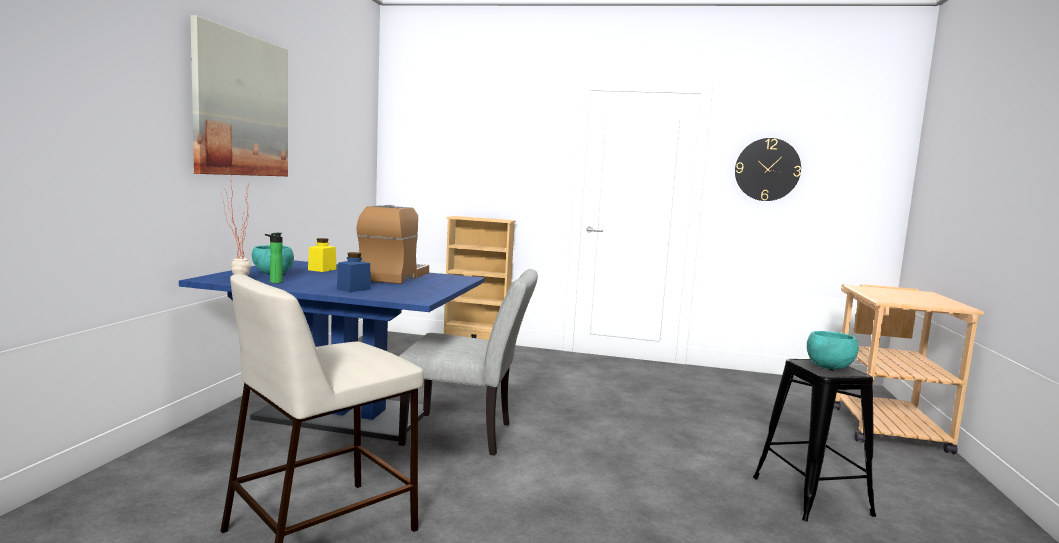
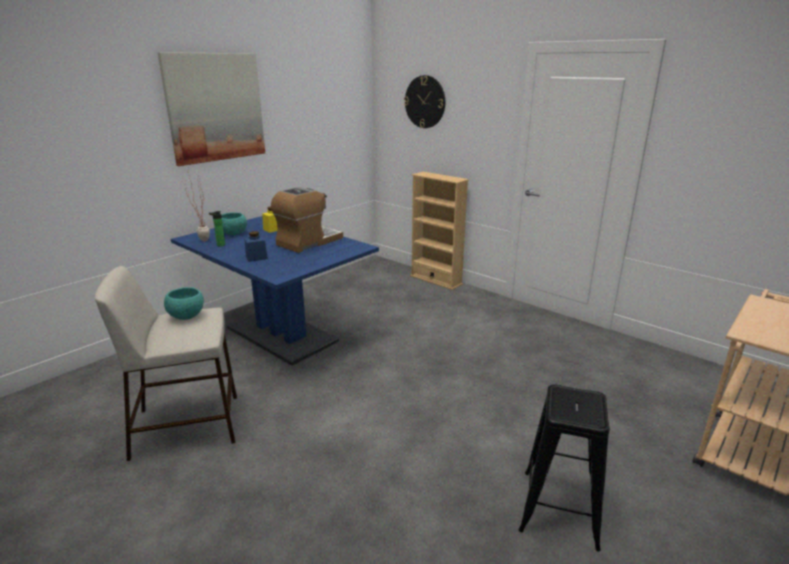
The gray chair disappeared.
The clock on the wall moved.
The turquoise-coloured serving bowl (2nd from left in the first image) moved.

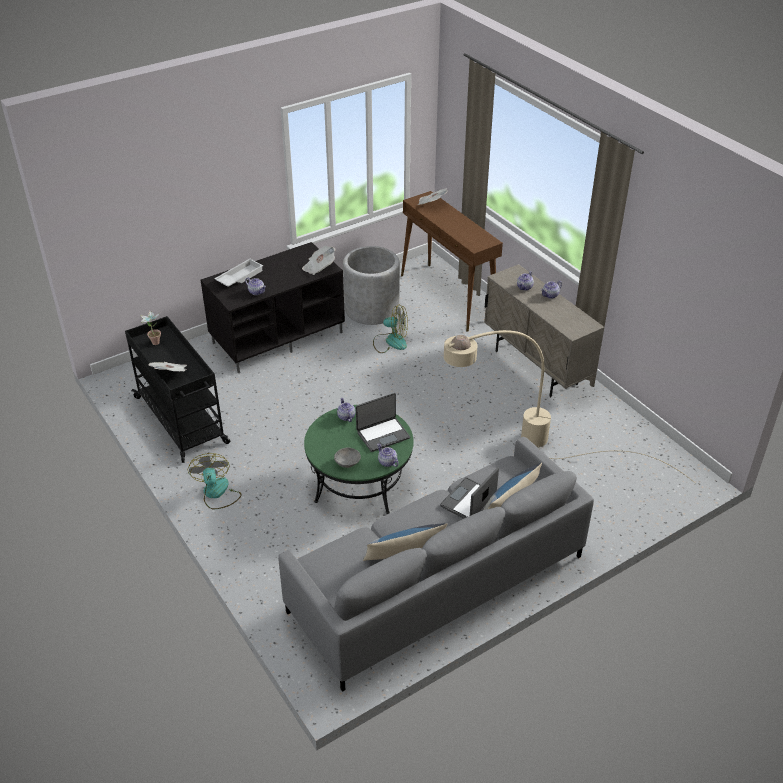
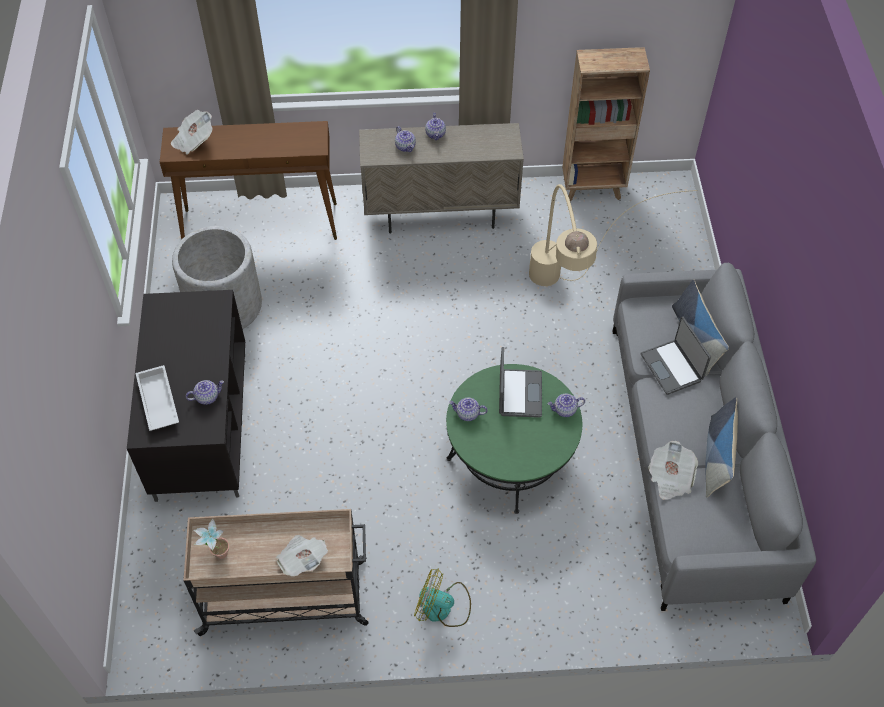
The gray serving bowl disappeared.
The electric fan (2nd from left) disappeared.
The brown-coloured bookcase appeared.
The newspaper (2nd from left in the first image) moved.
The black-coloured wheeled cart became the beige-coloured wheeled cart.

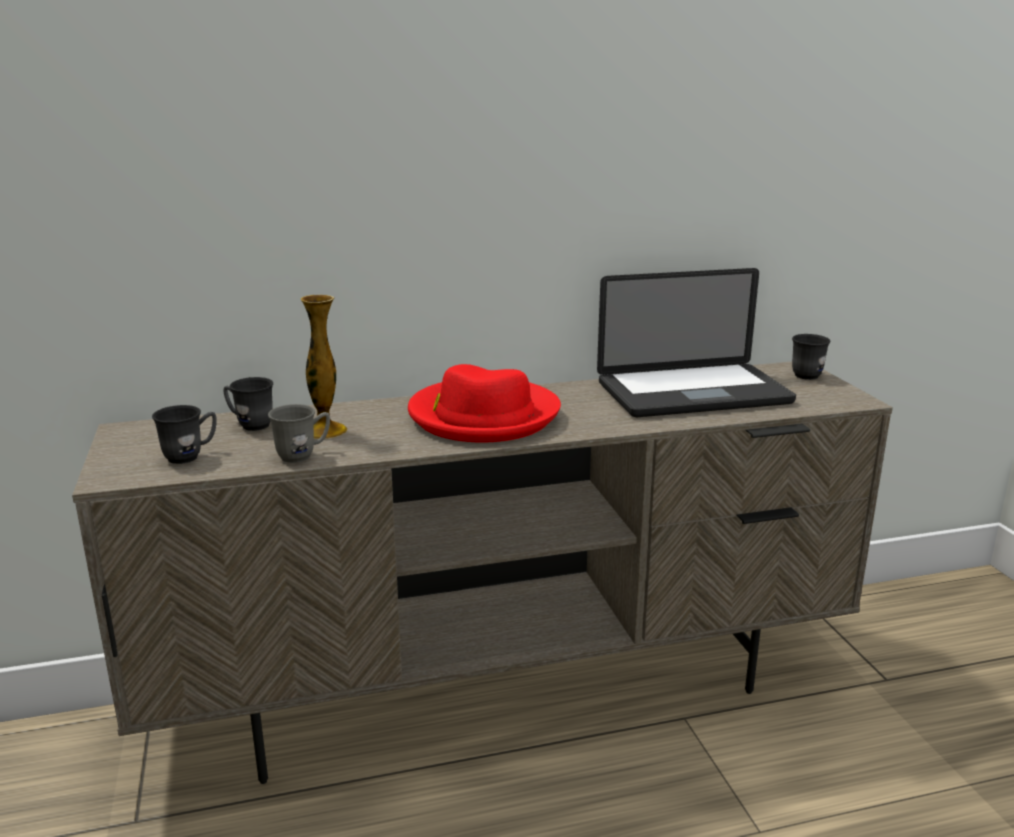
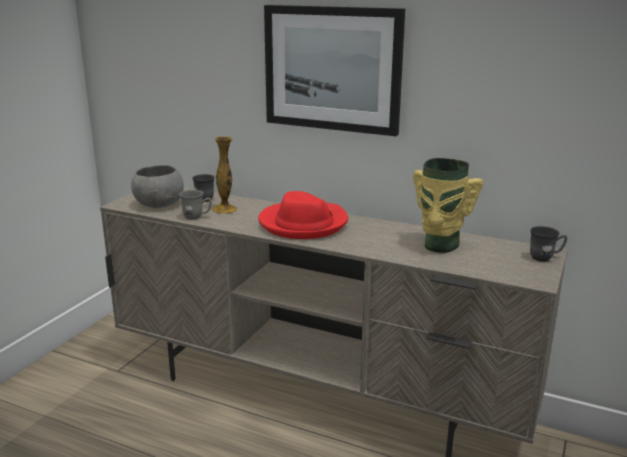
The wall picture appeared.
The gray coffee mug (1st from left) was replaced by the gray serving bowl.
The laptop was replaced by the flower vase (2nd from left).

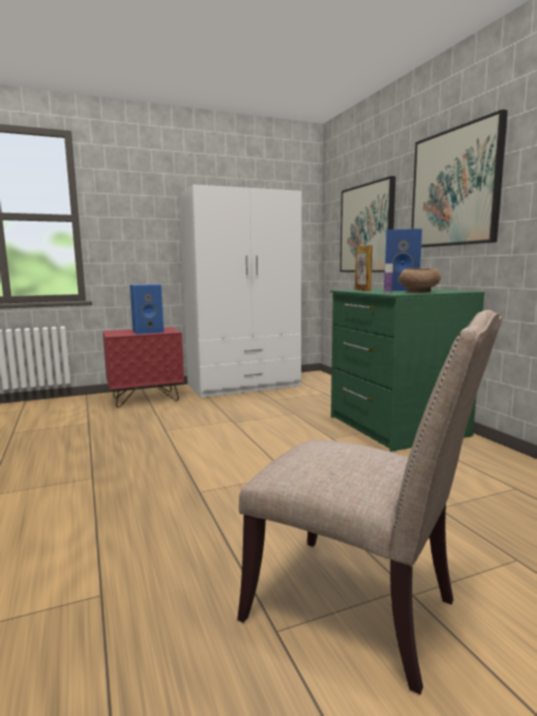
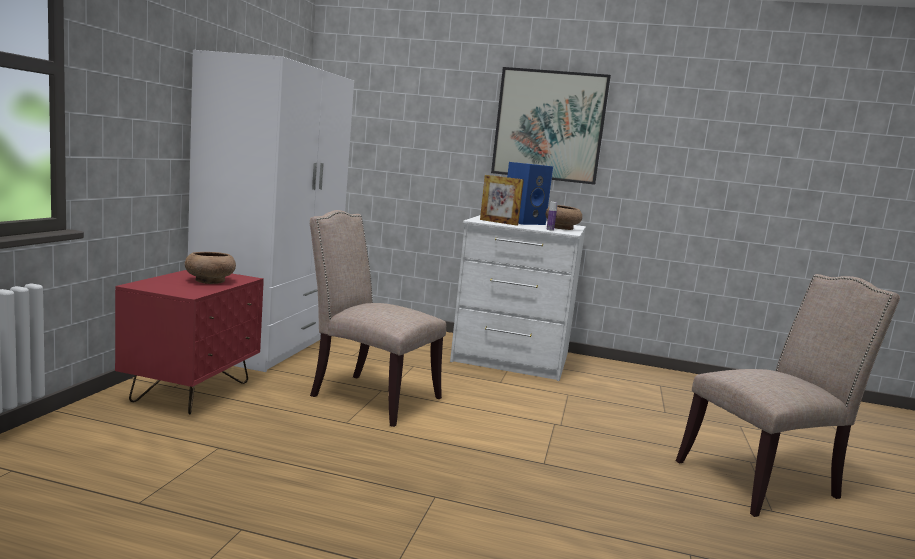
The wall picture (1st from left) disappeared.
The beige-coloured chair (1st from left) appeared.
The blue loudspeaker (1st from left) was replaced by the brown-coloured serving bowl (1st from left).
The greenish chest of drawers became the whitish chest of drawers.

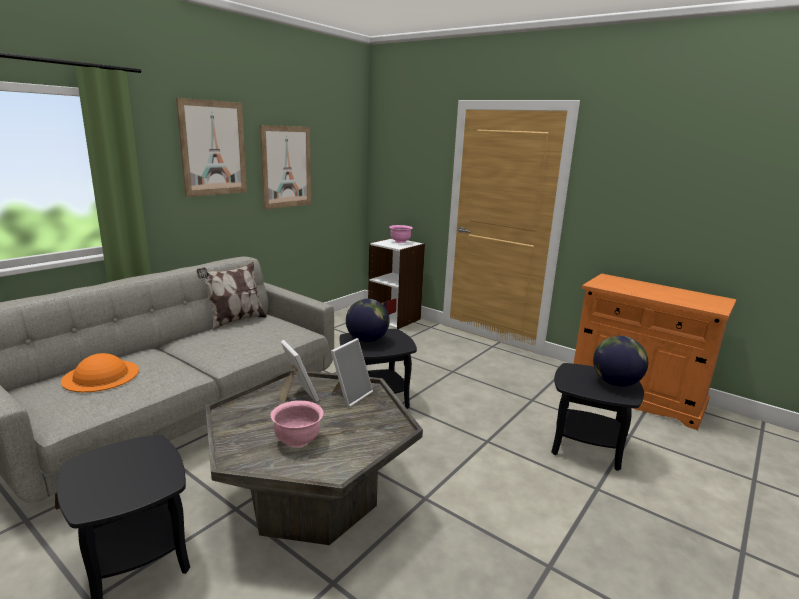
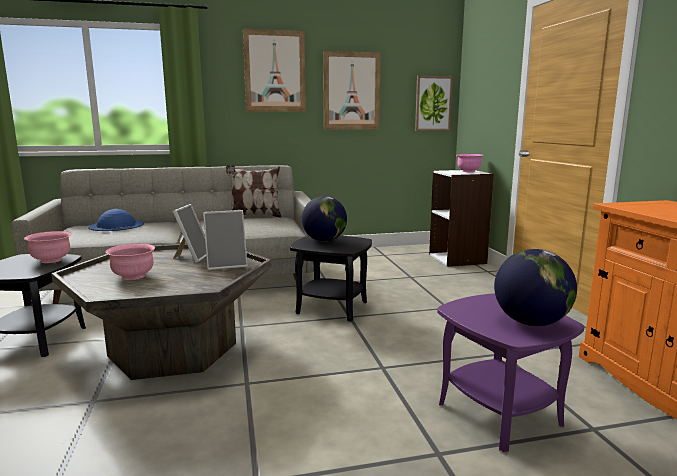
The pink-coloured serving bowl (1st from left) appeared.
The wall picture (3rd from left) appeared.
The orangey clothing hat became the blue clothing hat.
The black-coloured accent table (3rd from left) became the purplish accent table.

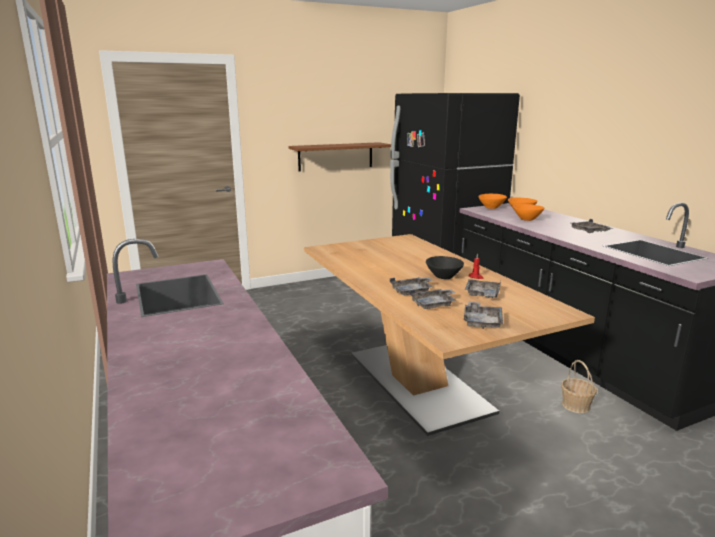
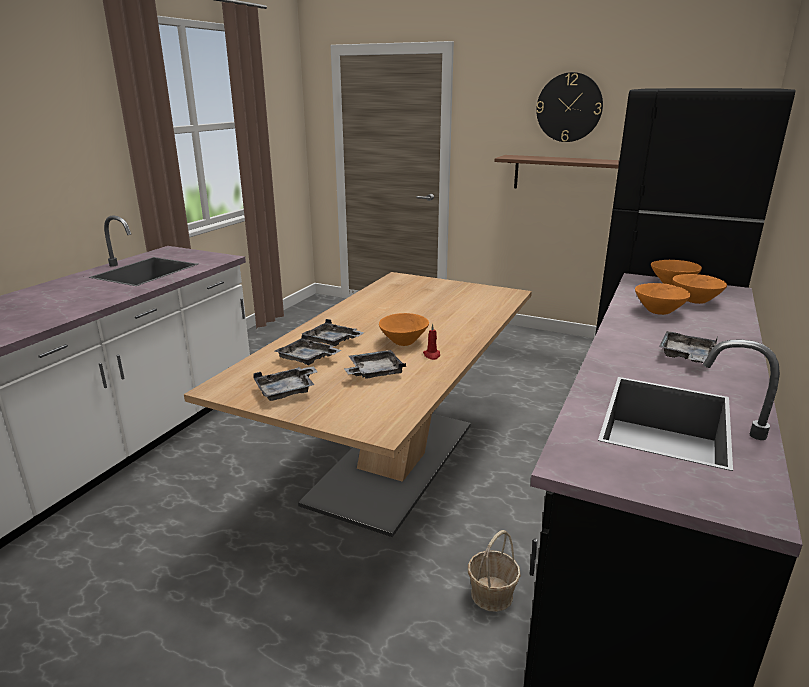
The clock on the wall appeared.
The black-coloured serving bowl became the orangey serving bowl (1st from left).

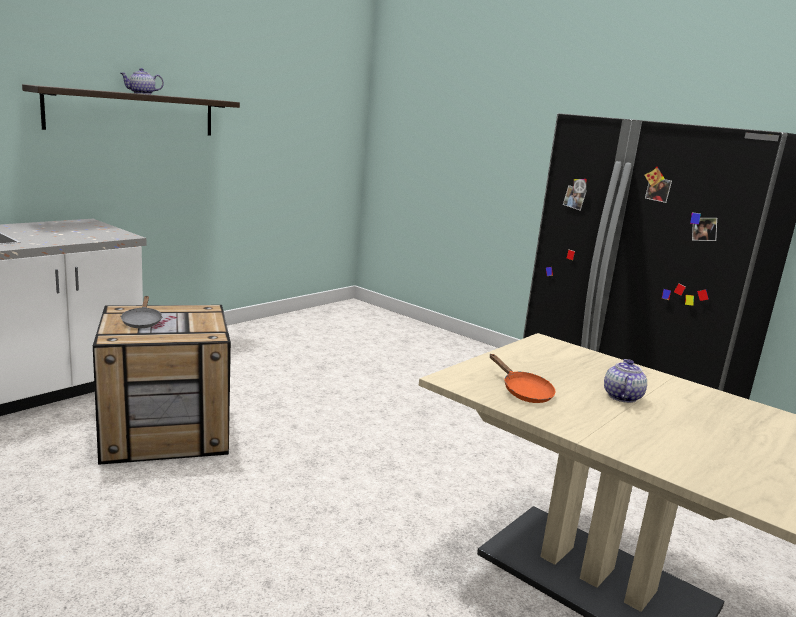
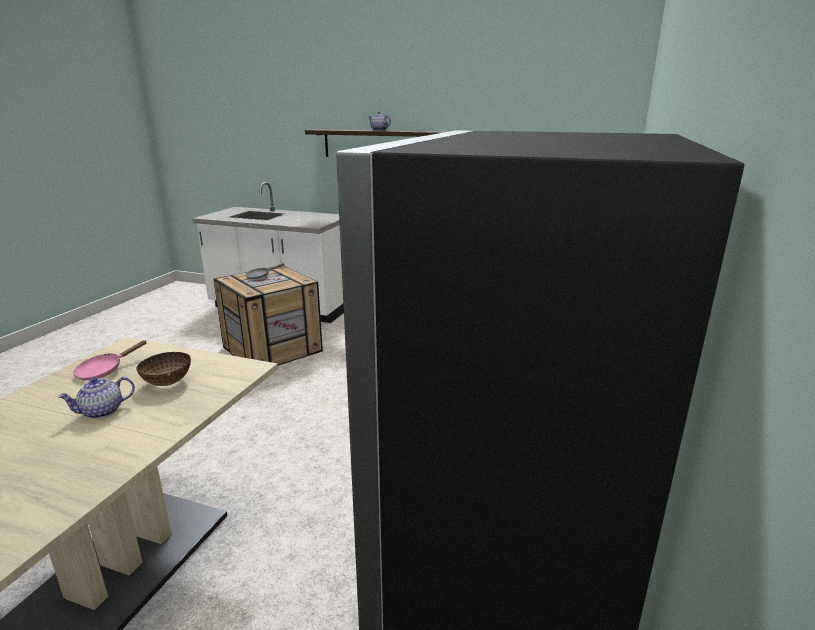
The serving bowl appeared.
The orangey skillet became the pink-coloured skillet.
The pot for tea (2nd from left in the first image) turned 150 degrees clockwise.

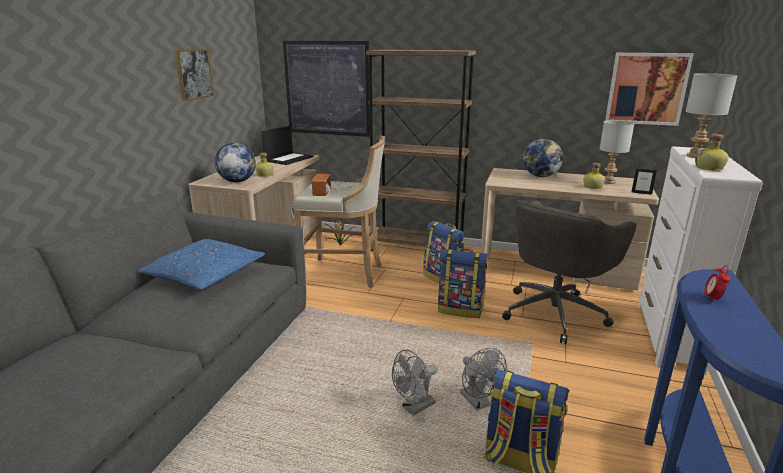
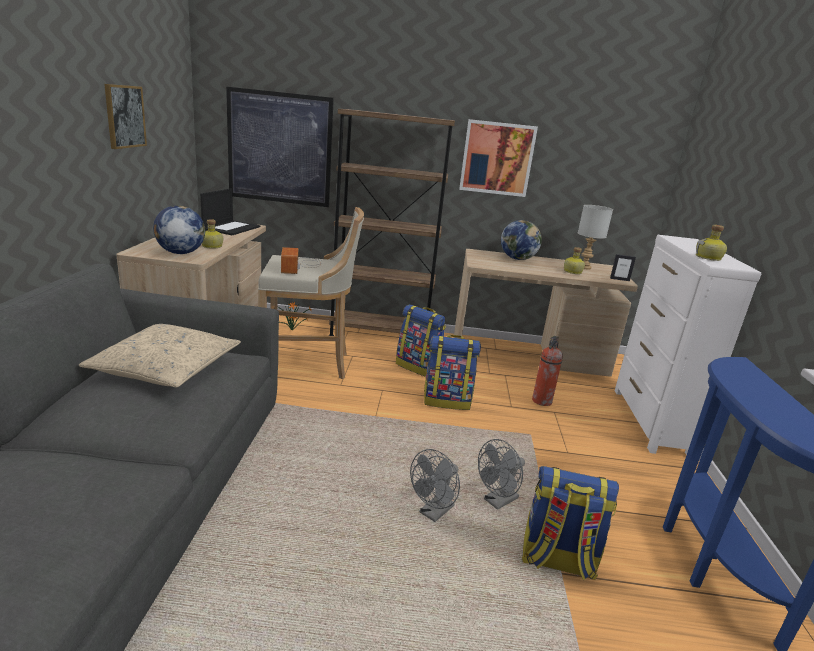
The gray table lamp (2nd from left) disappeared.
The bedside clock disappeared.
The wall picture (3rd from left) moved.
The gray office chair was replaced by the fire-fighting cylinder.
The blue throw pillow became the beige-coloured throw pillow.
The gray electric fan (2nd from left) turned 90 degrees clockwise.

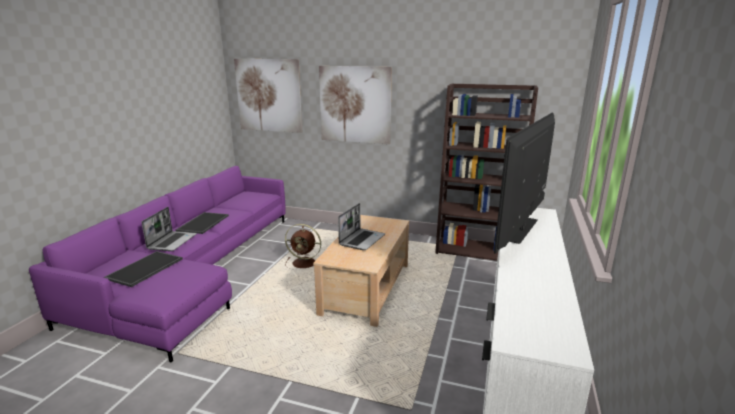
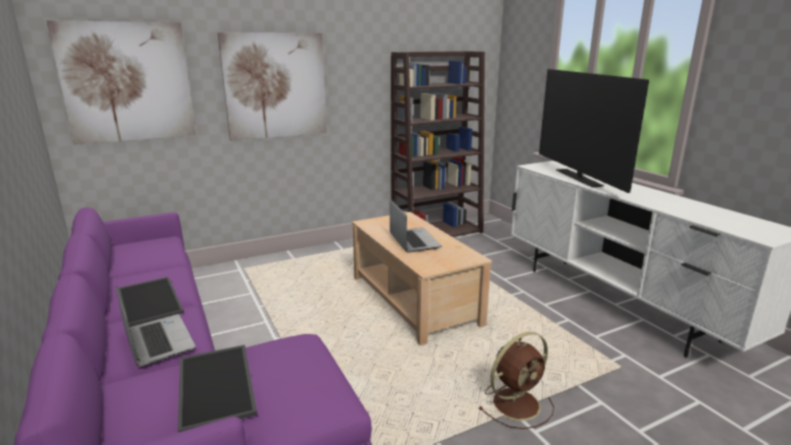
The brown-coloured electric fan moved.

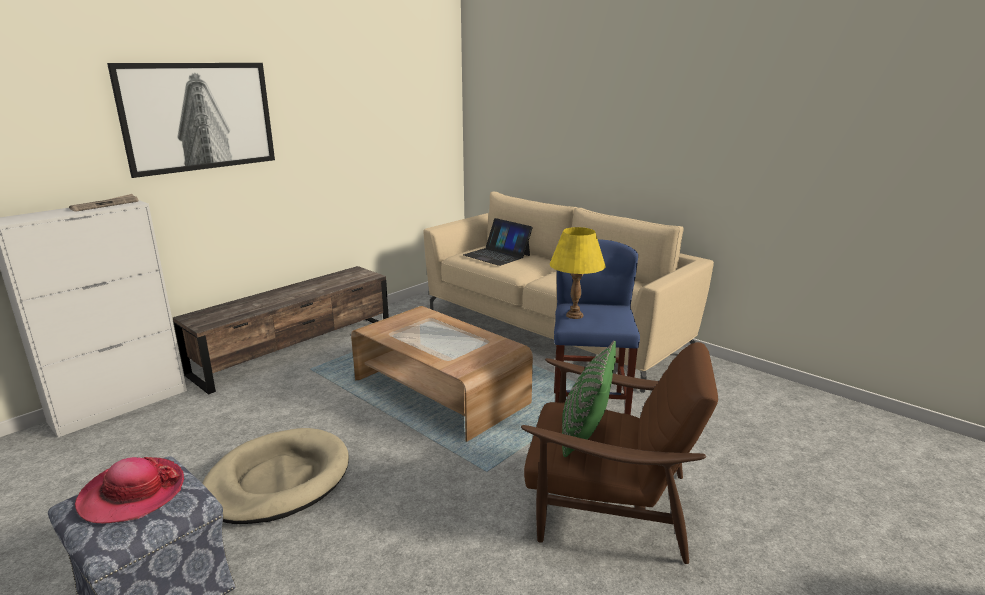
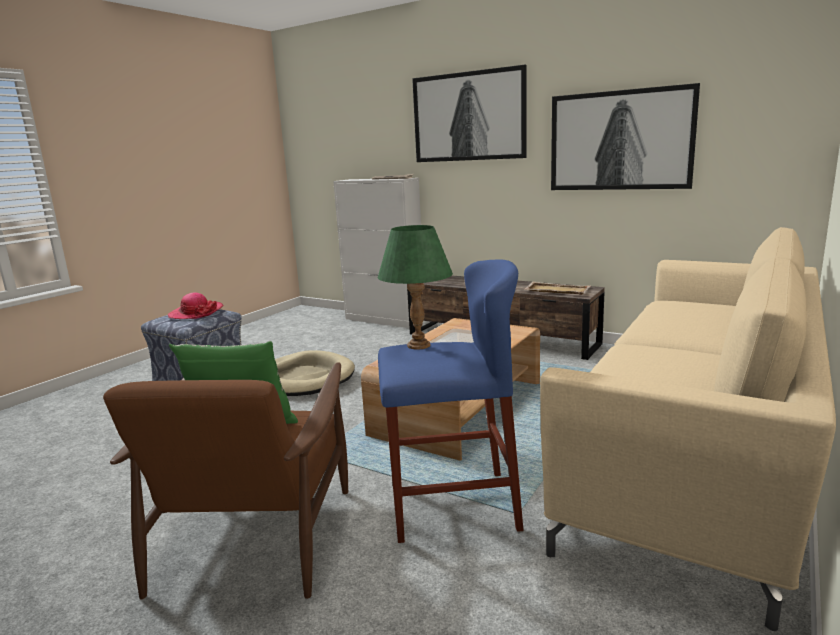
The laptop disappeared.
The beige-coloured serving tray appeared.
The wall picture (2nd from left) appeared.
The yellowish table lamp became the greenish table lamp.

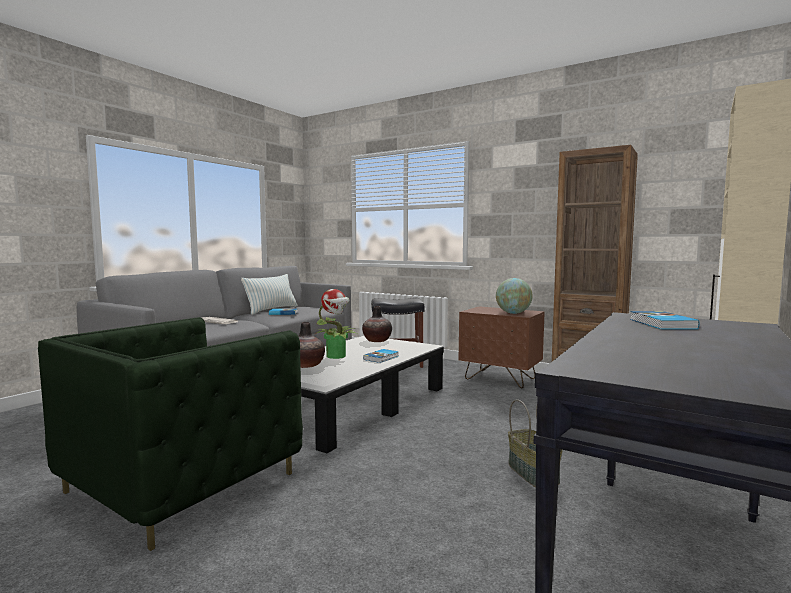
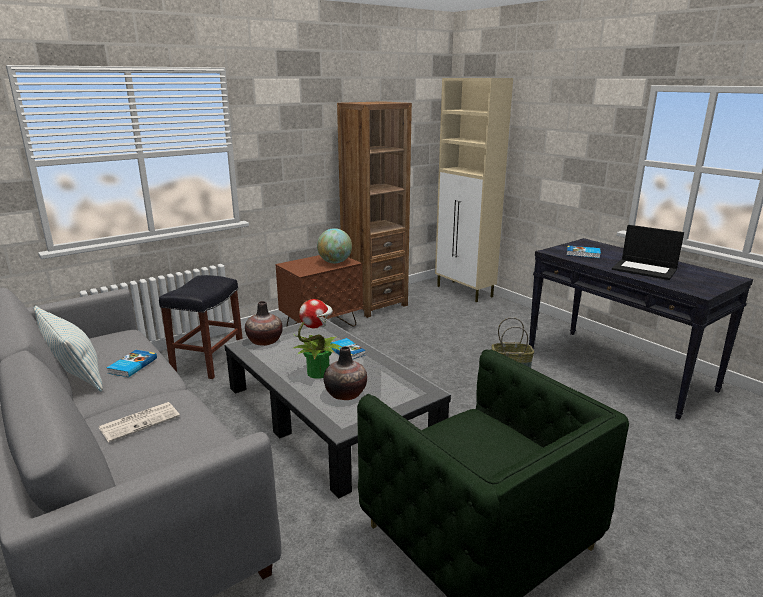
The laptop appeared.

